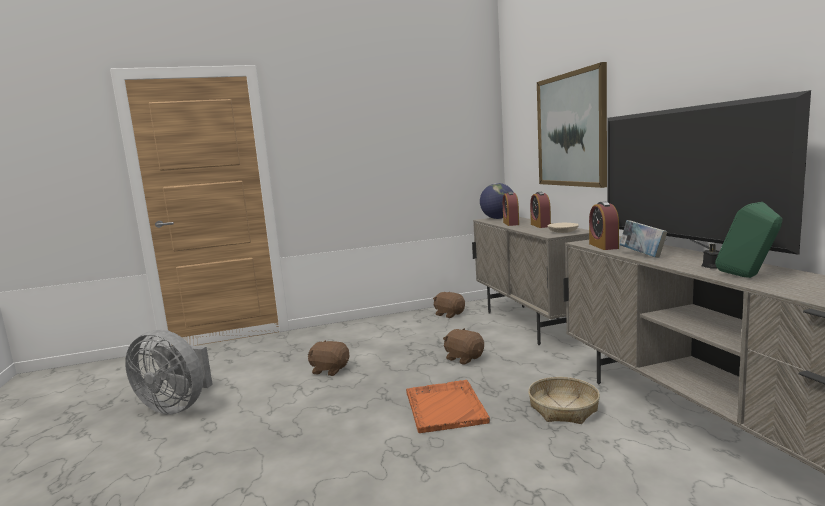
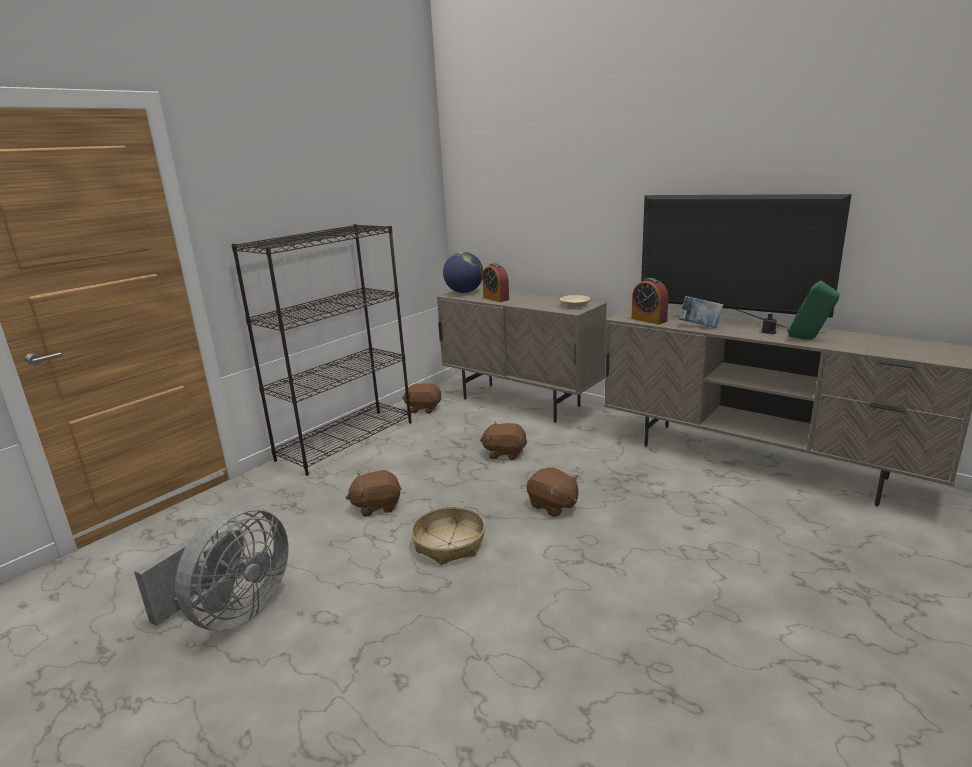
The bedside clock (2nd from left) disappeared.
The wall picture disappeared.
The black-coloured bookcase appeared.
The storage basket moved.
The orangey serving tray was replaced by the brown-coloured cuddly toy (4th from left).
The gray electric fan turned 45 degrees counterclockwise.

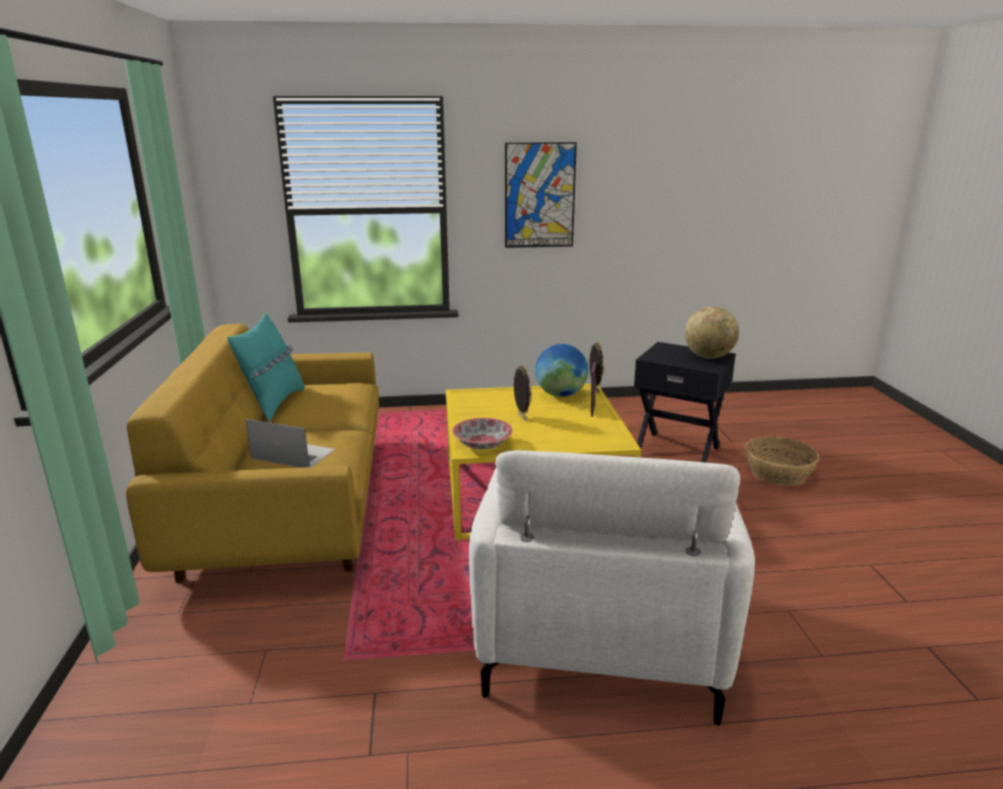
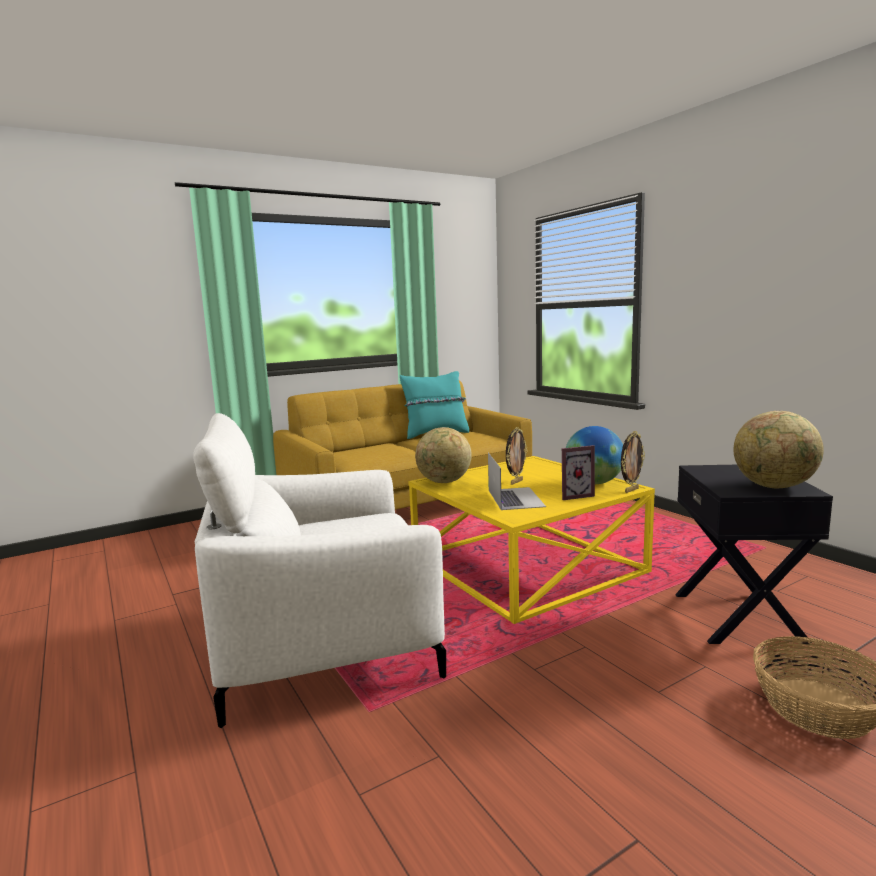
The wall picture disappeared.
The laptop moved.
The serving bowl was replaced by the globe (1st from left).

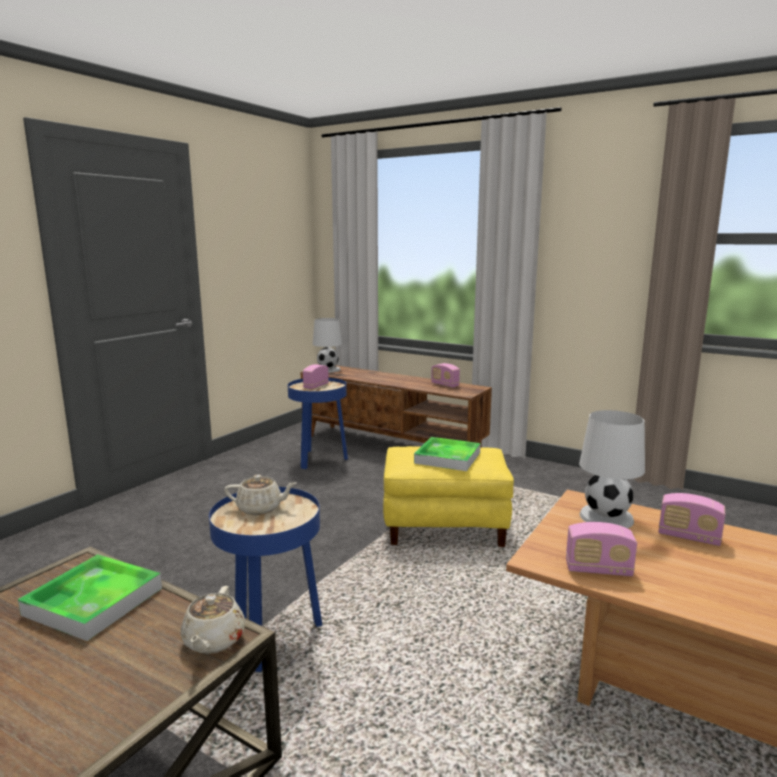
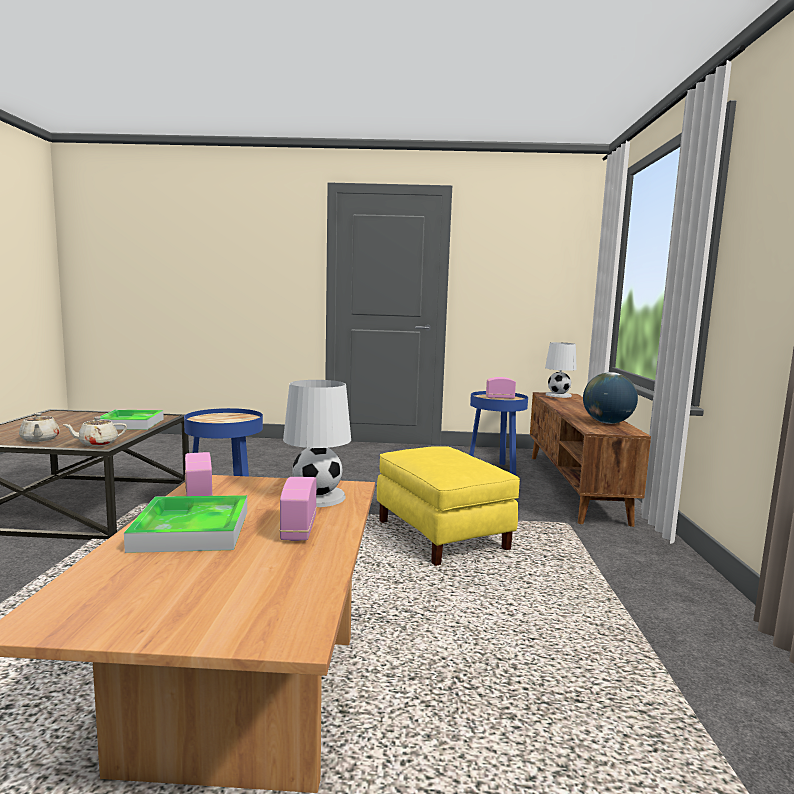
The beige-coloured pot for tea (2nd from left in the first image) moved.
The serving tray (2nd from left) moved.
The radio receiver (2nd from left) was replaced by the globe.

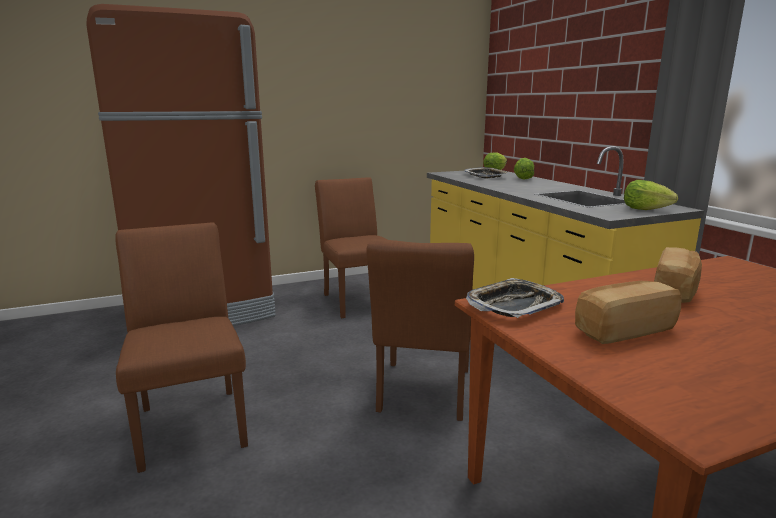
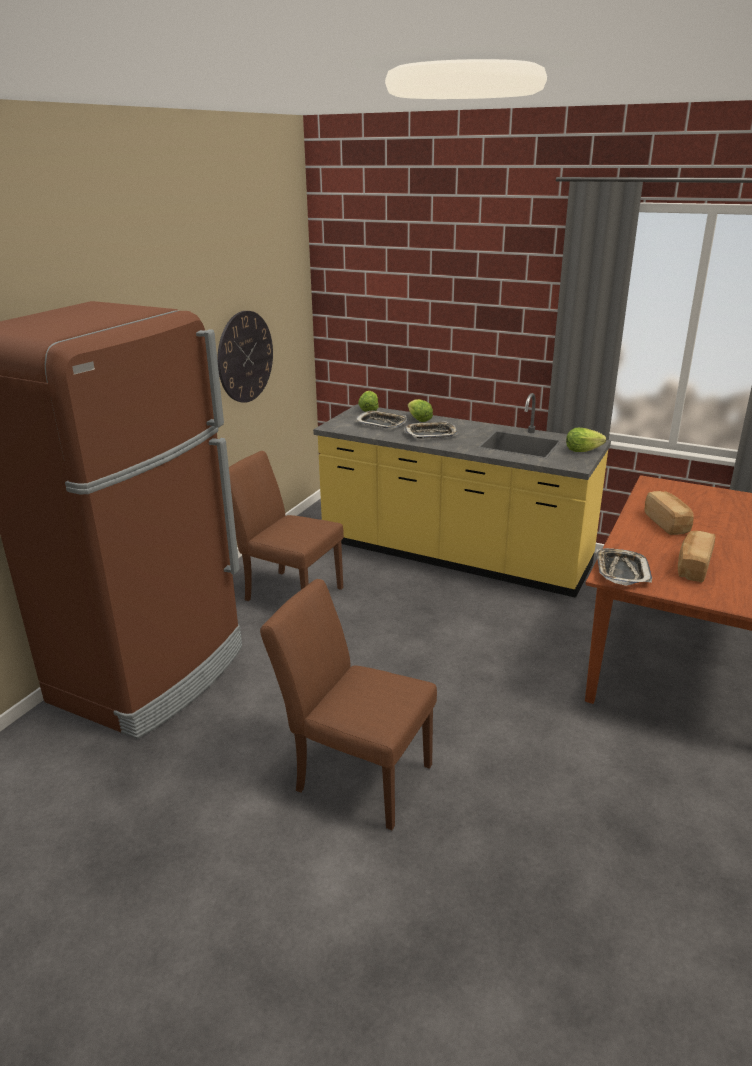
The brown-coloured chair (3rd from left) disappeared.
The clock on the wall appeared.
The serving tray (2nd from left) appeared.

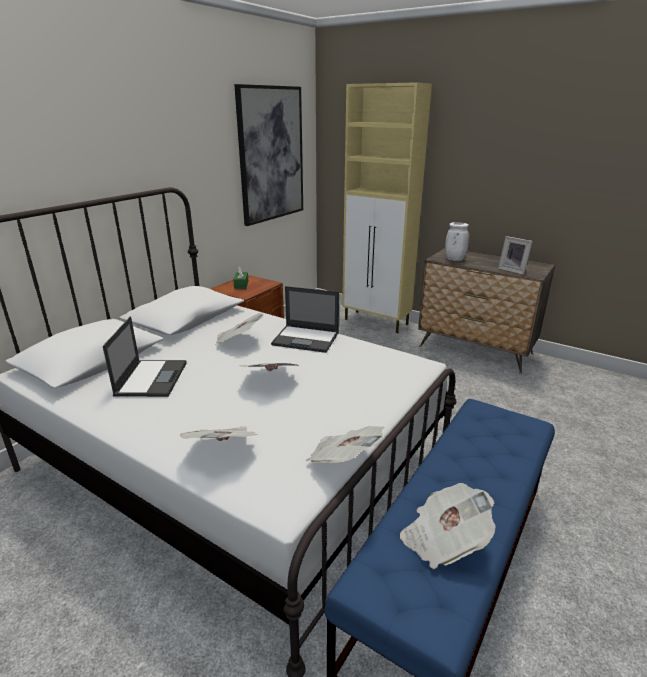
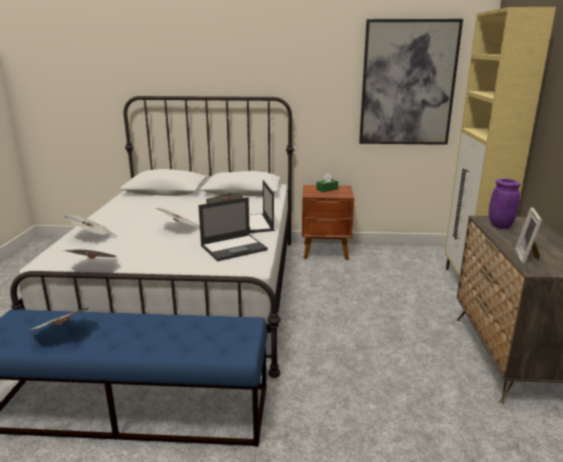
The laptop (1st from left) moved.
The whitish flower vase became the purplish flower vase.

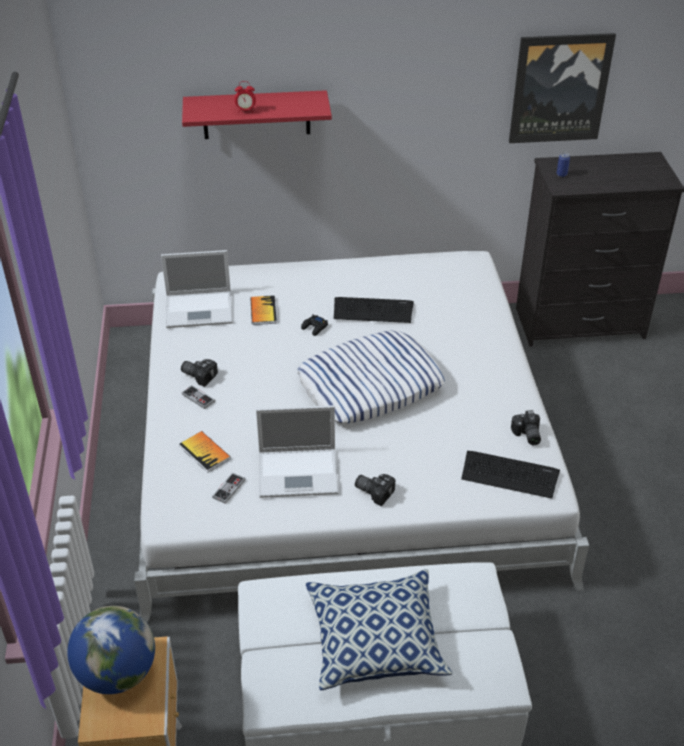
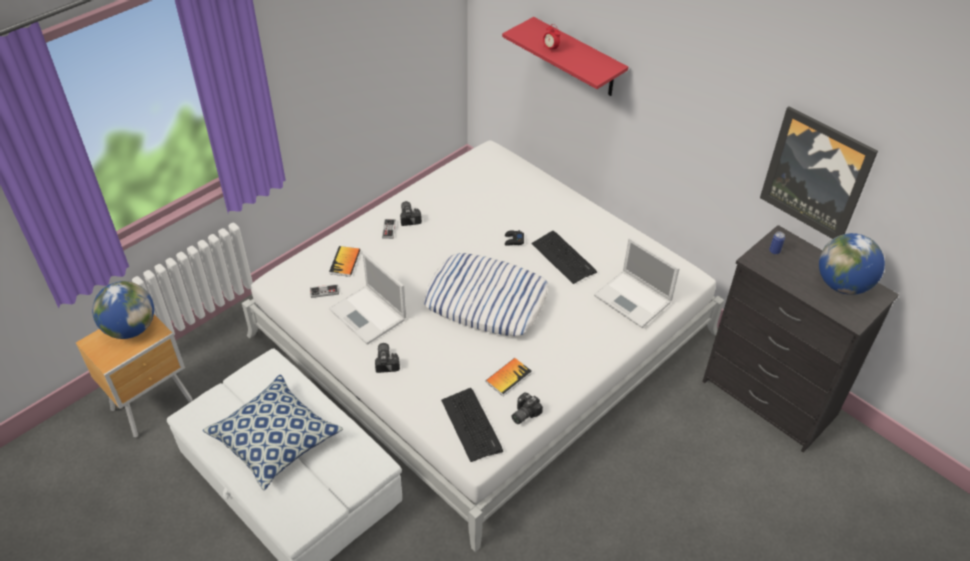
The globe (2nd from left) appeared.
The laptop (1st from left in the first image) moved.
The bound book (2nd from left) moved.

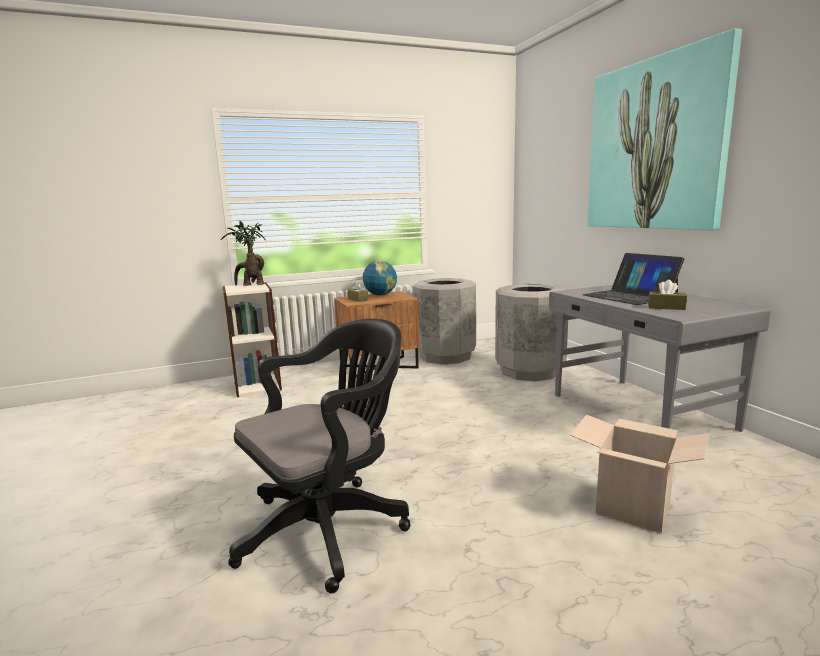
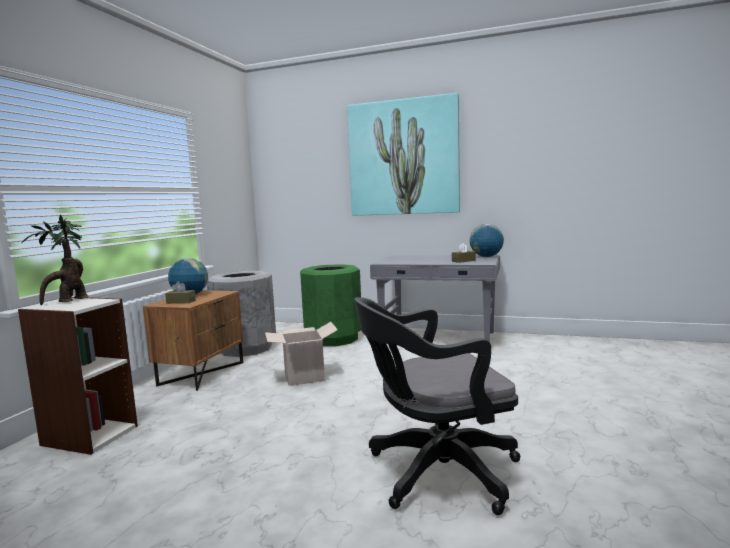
The laptop disappeared.
The globe (2nd from left) appeared.
The packing box moved.
The gray waste bin (2nd from left) became the greenish waste bin.
The black-coloured office chair turned 105 degrees counterclockwise.

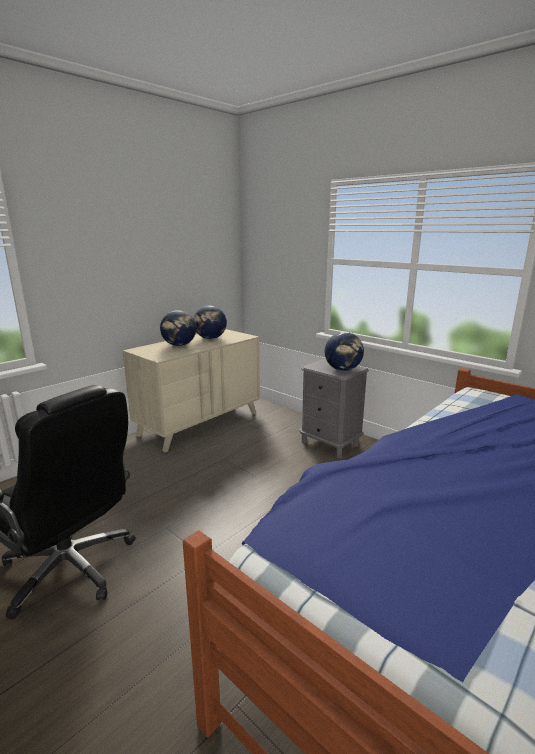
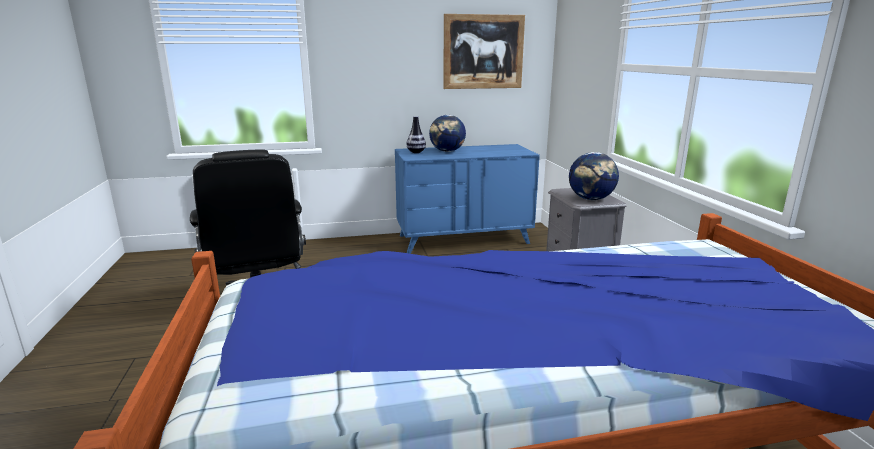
The globe (2nd from left) disappeared.
The flower vase appeared.
The wall picture appeared.
The beige-coloured chest of drawers became the blue chest of drawers.

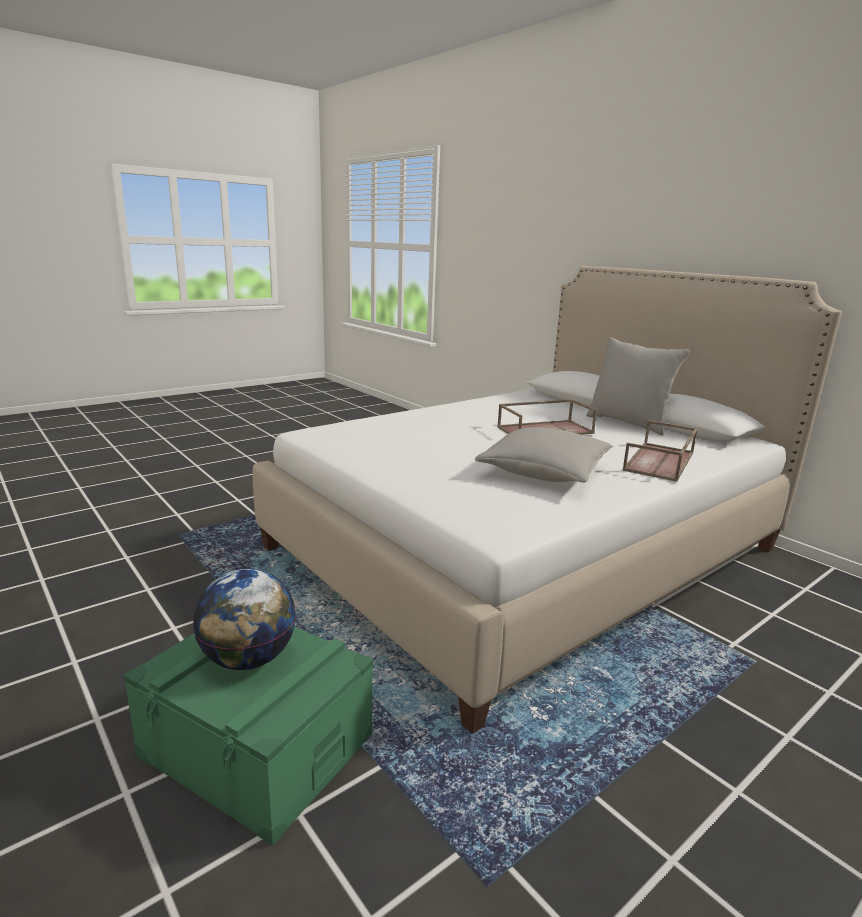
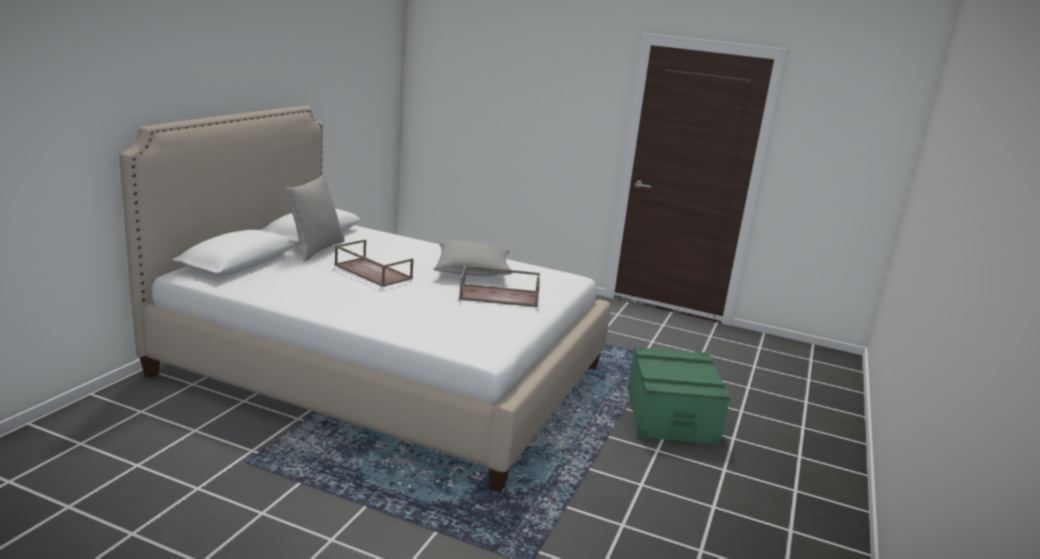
The globe disappeared.
The brown-coloured serving tray (2nd from left) moved.

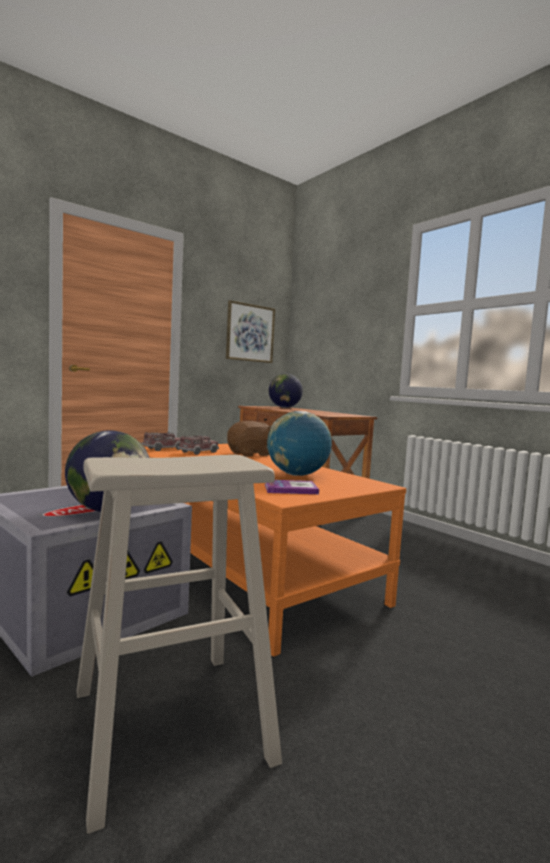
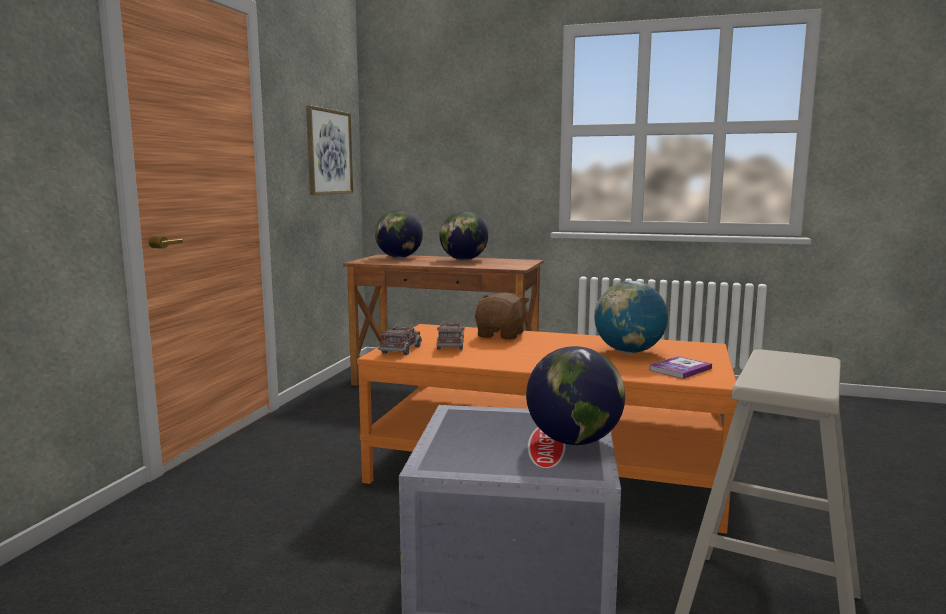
The globe (2nd from left) appeared.

